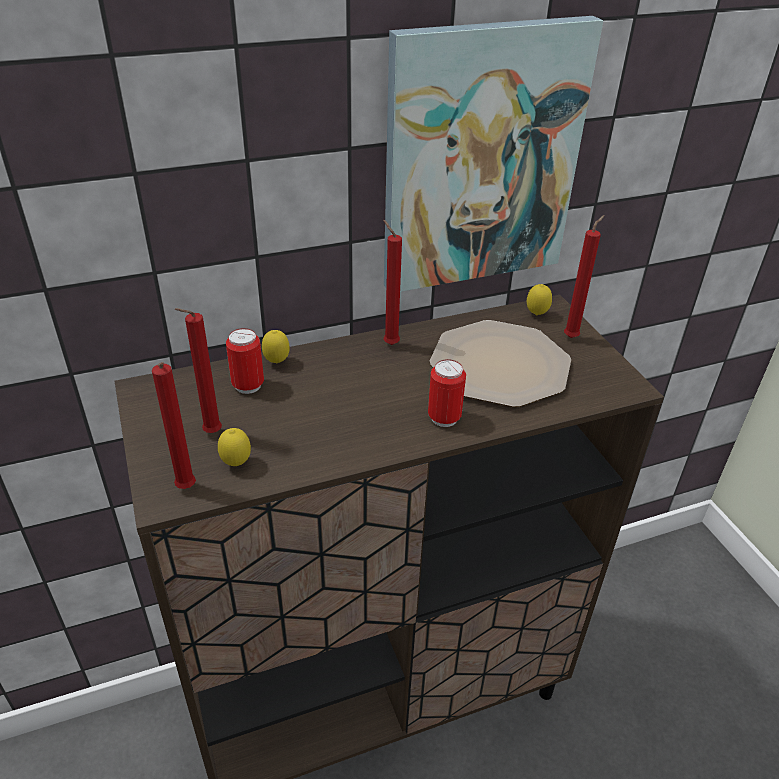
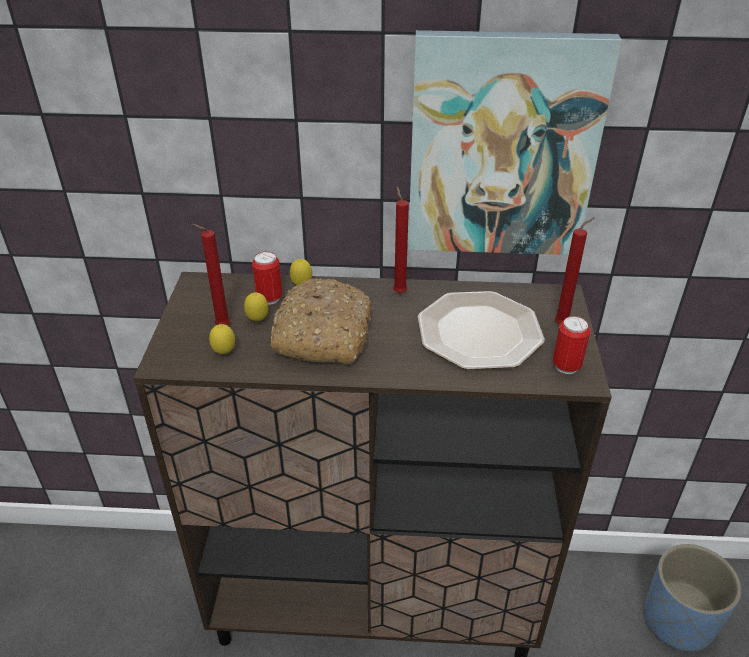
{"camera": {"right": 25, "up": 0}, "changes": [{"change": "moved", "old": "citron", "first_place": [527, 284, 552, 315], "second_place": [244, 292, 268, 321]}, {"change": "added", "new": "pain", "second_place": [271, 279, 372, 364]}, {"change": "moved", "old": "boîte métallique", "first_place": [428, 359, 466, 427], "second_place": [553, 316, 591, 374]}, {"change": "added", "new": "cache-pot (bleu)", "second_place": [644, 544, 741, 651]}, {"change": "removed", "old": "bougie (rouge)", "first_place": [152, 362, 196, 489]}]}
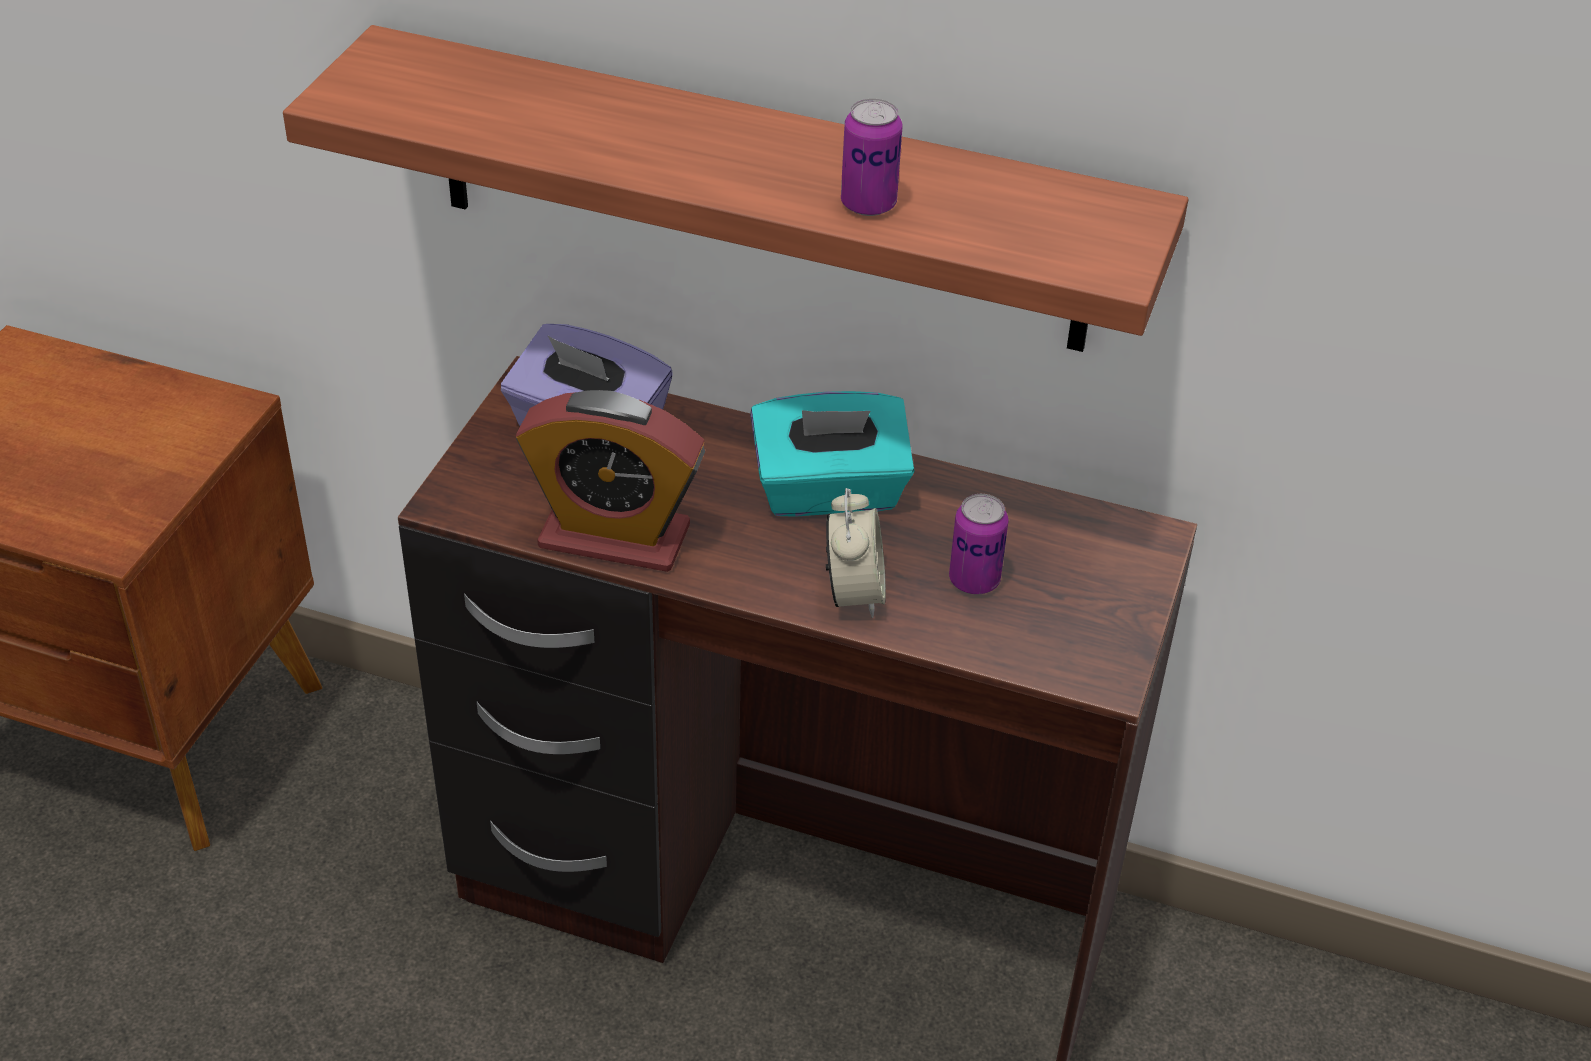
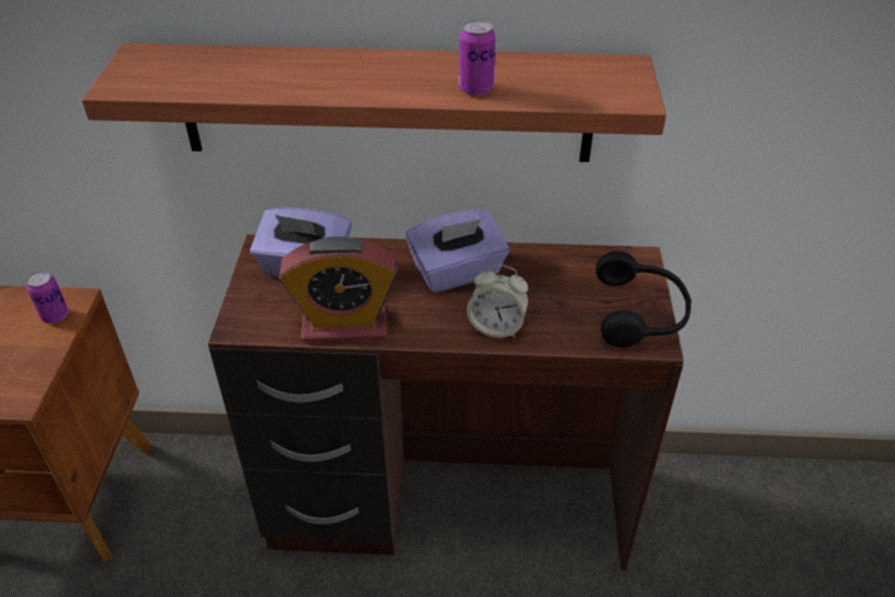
{"camera": {"right": -15, "up": 0}, "changes": [{"change": "moved", "old": "boîte métallique", "first_place": [949, 494, 1009, 594], "second_place": [26, 271, 68, 324]}, {"change": "recoloured", "old": "boîte à mouchoirs (turquoise)", "new": "boîte à mouchoirs (violet)", "first_place": [750, 391, 914, 517], "second_place": [406, 210, 510, 292]}, {"change": "turned", "old": "réveil", "first_place": [826, 488, 886, 618], "second_place": [467, 265, 528, 338], "degrees": 120}, {"change": "added", "new": "casque audio (noir)", "second_place": [596, 251, 692, 347]}]}
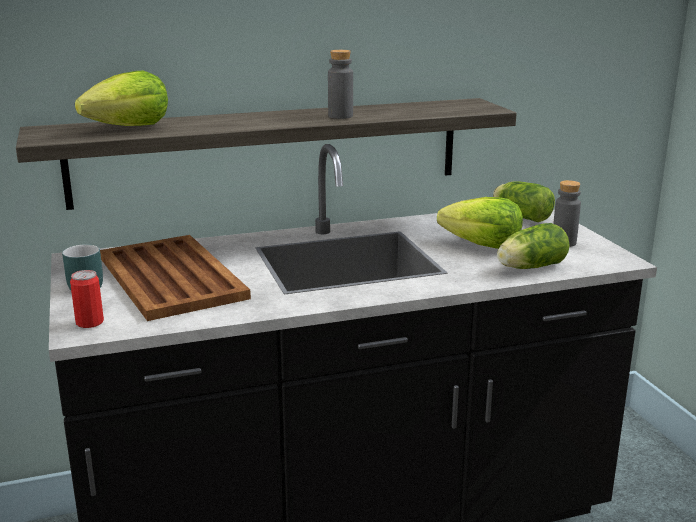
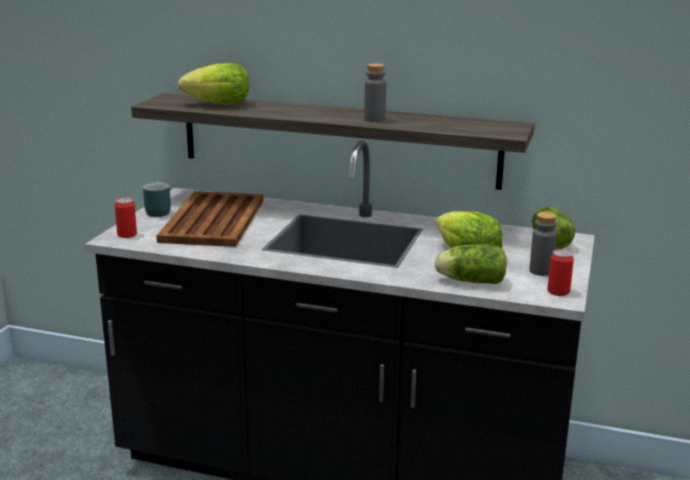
{"camera": {"right": 35, "up": 0}, "changes": [{"change": "added", "new": "boîte métallique", "second_place": [547, 249, 574, 296]}]}
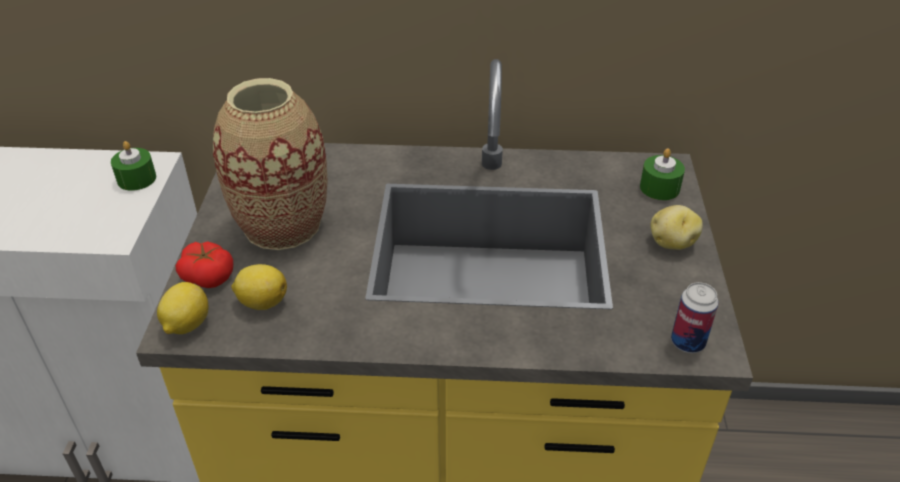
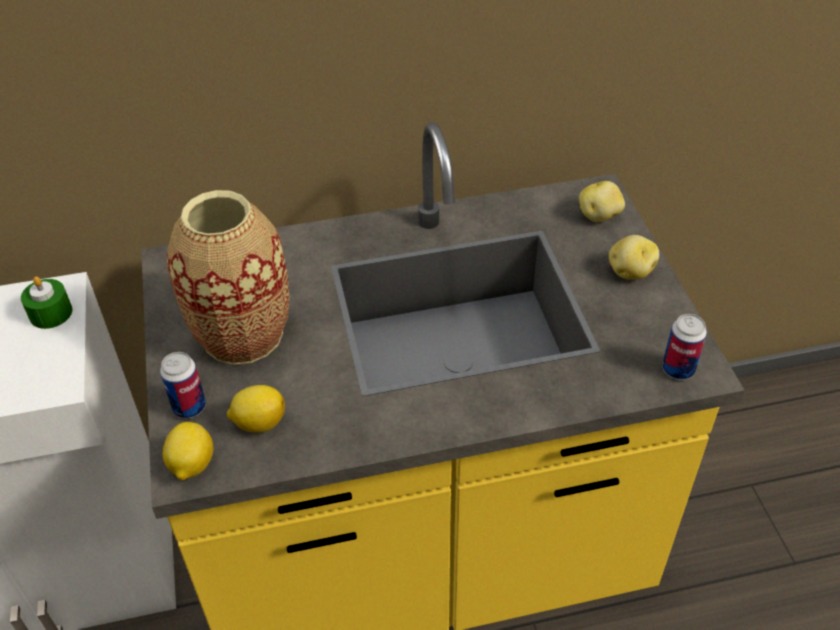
{"camera": {"right": -15, "up": 5}, "changes": [{"change": "replaced", "old": "tomate", "new": "boîte métallique", "first_place": [176, 242, 233, 288], "second_place": [160, 352, 206, 419]}, {"change": "replaced", "old": "bougie (vert)", "new": "pomme de terre", "first_place": [640, 148, 685, 200], "second_place": [579, 181, 625, 222]}]}
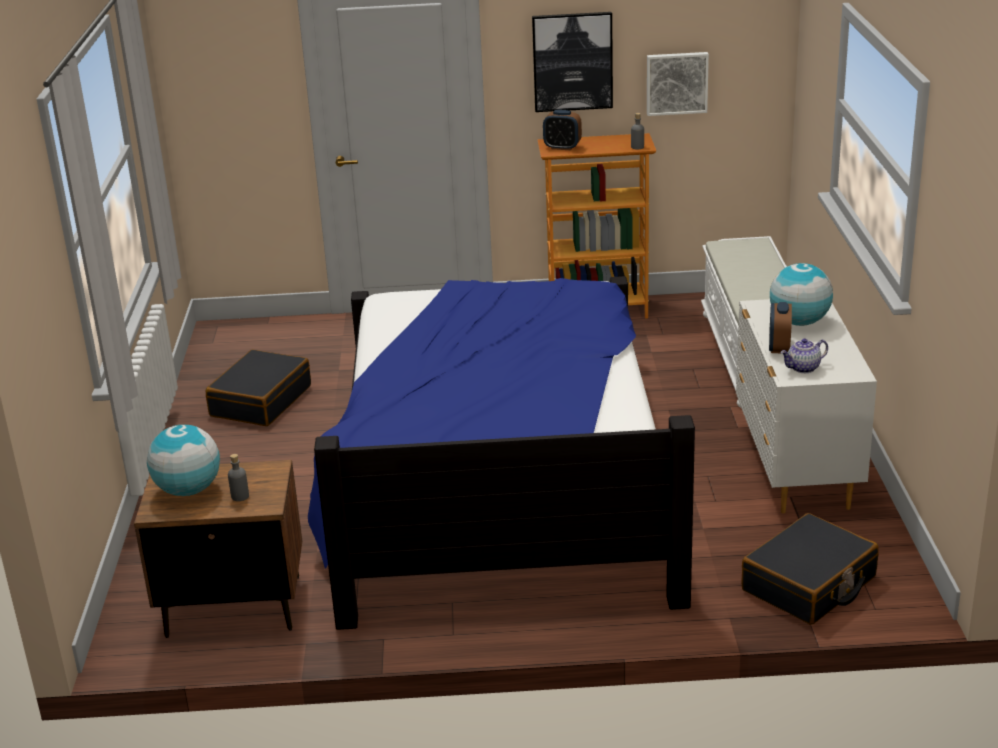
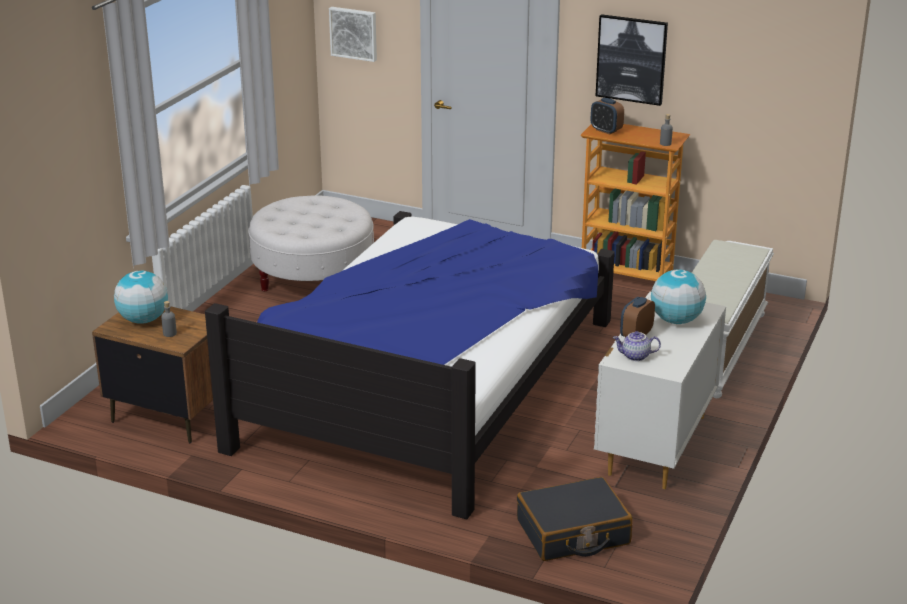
{"camera": {"right": 25, "up": 0}, "changes": [{"change": "replaced", "old": "valise (noir)", "new": "pouf (blanc)", "first_place": [206, 349, 311, 426], "second_place": [248, 195, 374, 291]}, {"change": "moved", "old": "tableau", "first_place": [647, 52, 709, 116], "second_place": [329, 7, 377, 62]}]}
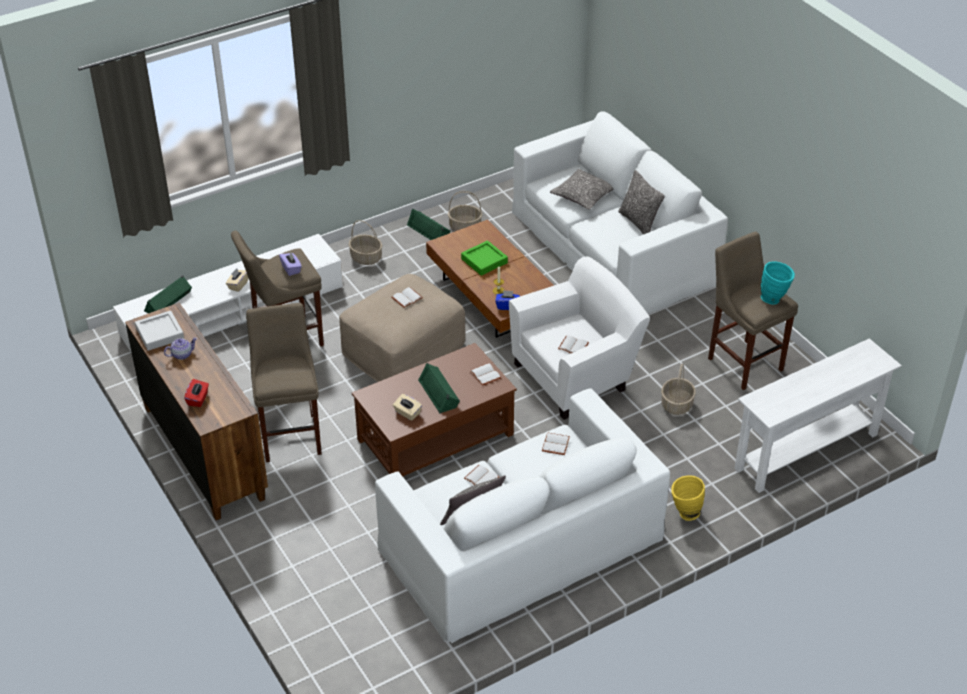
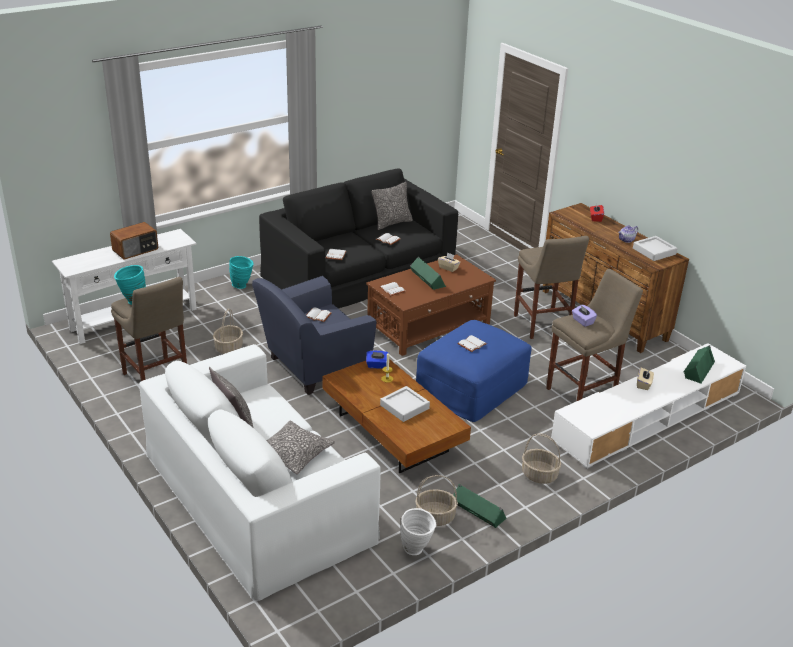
{"camera": {"right": 175, "up": -10}, "changes": [{"change": "added", "new": "radio", "second_place": [110, 222, 158, 259]}, {"change": "recoloured", "old": "vase (jaune)", "new": "vase (turquoise)", "first_place": [671, 476, 705, 521], "second_place": [229, 256, 253, 289]}, {"change": "recoloured", "old": "fauteuil (blanc)", "new": "fauteuil (bleu)", "first_place": [509, 257, 650, 420], "second_place": [252, 276, 376, 395]}, {"change": "recoloured", "old": "canapé (blanc)", "new": "canapé (noir)", "first_place": [375, 388, 670, 644], "second_place": [259, 169, 458, 308]}, {"change": "recoloured", "old": "plateau (vert)", "new": "plateau (gris)", "first_place": [461, 241, 508, 276], "second_place": [380, 386, 430, 422]}, {"change": "added", "new": "vase (blanc)", "second_place": [400, 508, 437, 555]}, {"change": "recoloured", "old": "pouf (beige)", "new": "pouf (bleu)", "first_place": [339, 274, 465, 382], "second_place": [416, 320, 532, 422]}]}
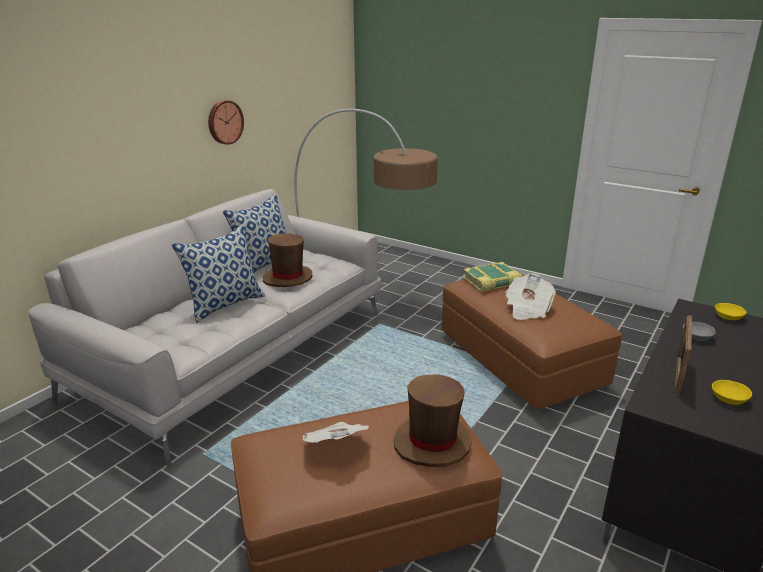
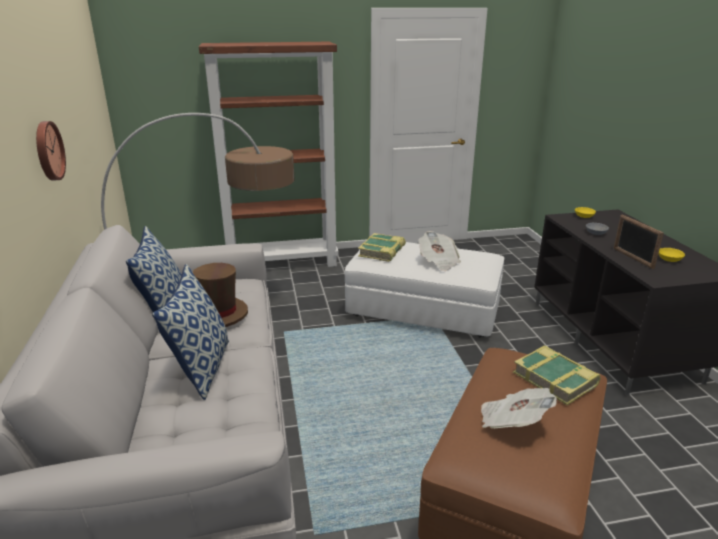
{"camera": {"right": -45, "up": 0}, "changes": [{"change": "added", "new": "bibliothèque (marron)", "second_place": [199, 42, 339, 267]}, {"change": "recoloured", "old": "pouf (marron)", "new": "pouf (blanc)", "first_place": [442, 273, 622, 409], "second_place": [345, 242, 504, 337]}, {"change": "replaced", "old": "chapeau (marron)", "new": "livre", "first_place": [394, 375, 472, 467], "second_place": [513, 345, 601, 405]}]}
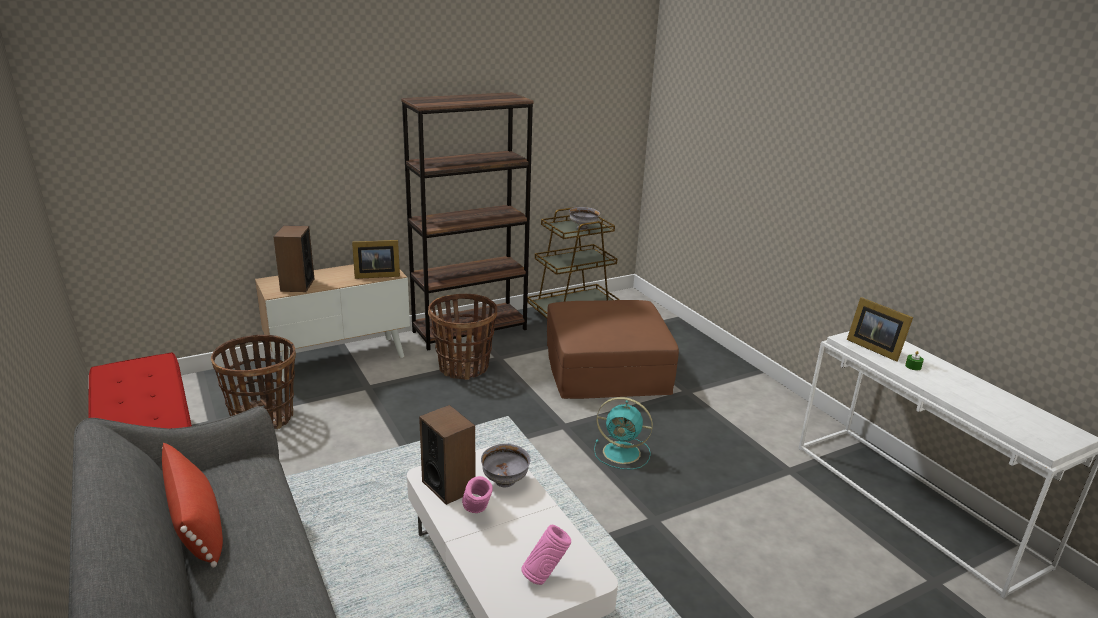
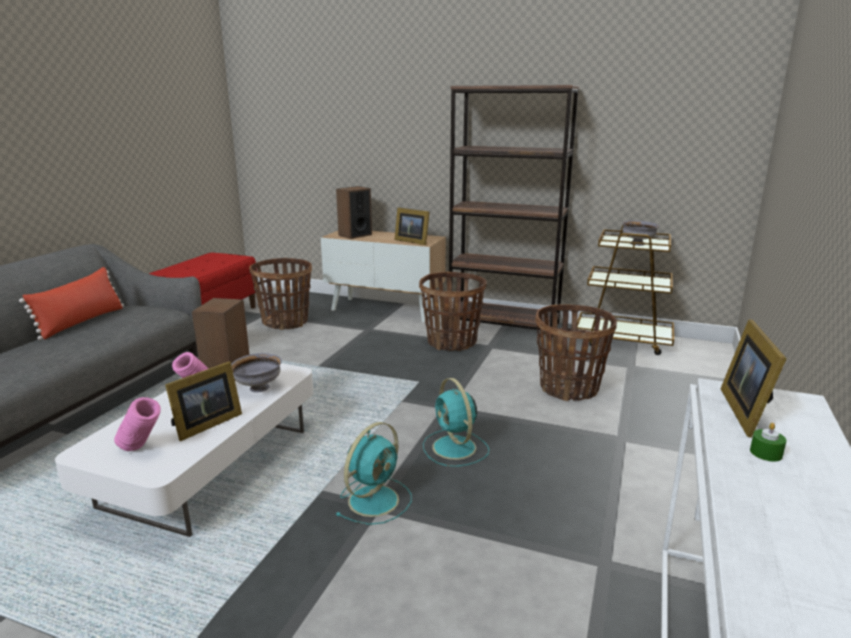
{"camera": {"right": 50, "up": -5}, "changes": [{"change": "added", "new": "cadre photo", "second_place": [165, 361, 242, 441]}, {"change": "added", "new": "ventilateur (turquoise)", "second_place": [335, 422, 411, 525]}, {"change": "replaced", "old": "pouf (marron)", "new": "panier", "first_place": [547, 300, 679, 399], "second_place": [535, 304, 617, 401]}]}
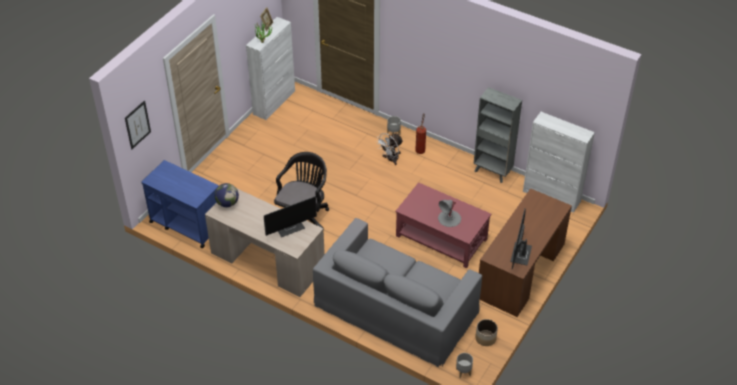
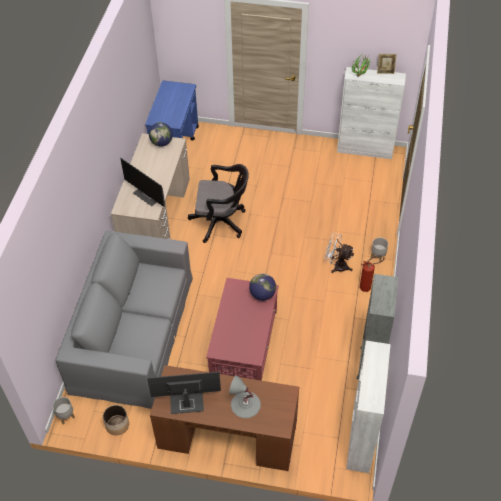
{"camera": {"right": 70, "up": 5}, "changes": [{"change": "moved", "old": "lampe de table (gris)", "first_place": [438, 200, 461, 227], "second_place": [229, 375, 261, 418]}, {"change": "added", "new": "globe", "second_place": [249, 274, 276, 301]}, {"change": "removed", "old": "tableau", "first_place": [125, 100, 151, 149]}]}
